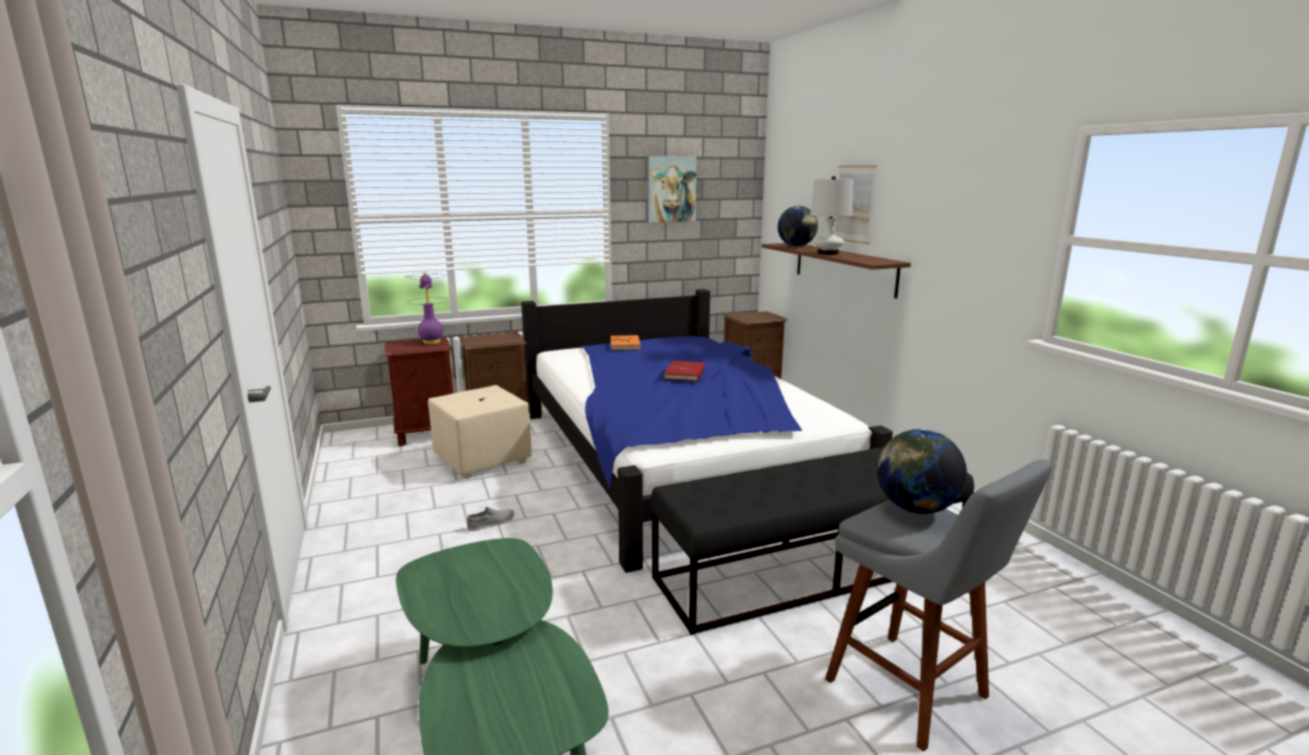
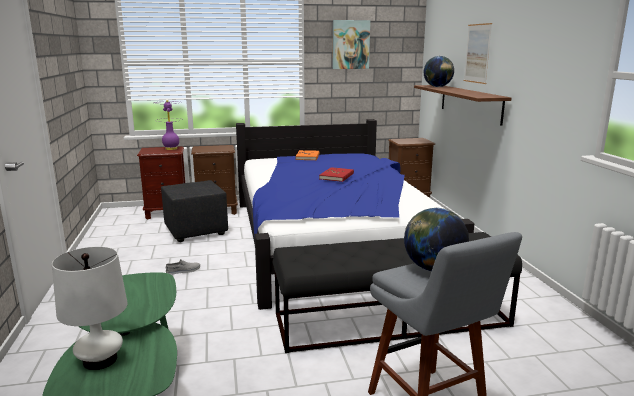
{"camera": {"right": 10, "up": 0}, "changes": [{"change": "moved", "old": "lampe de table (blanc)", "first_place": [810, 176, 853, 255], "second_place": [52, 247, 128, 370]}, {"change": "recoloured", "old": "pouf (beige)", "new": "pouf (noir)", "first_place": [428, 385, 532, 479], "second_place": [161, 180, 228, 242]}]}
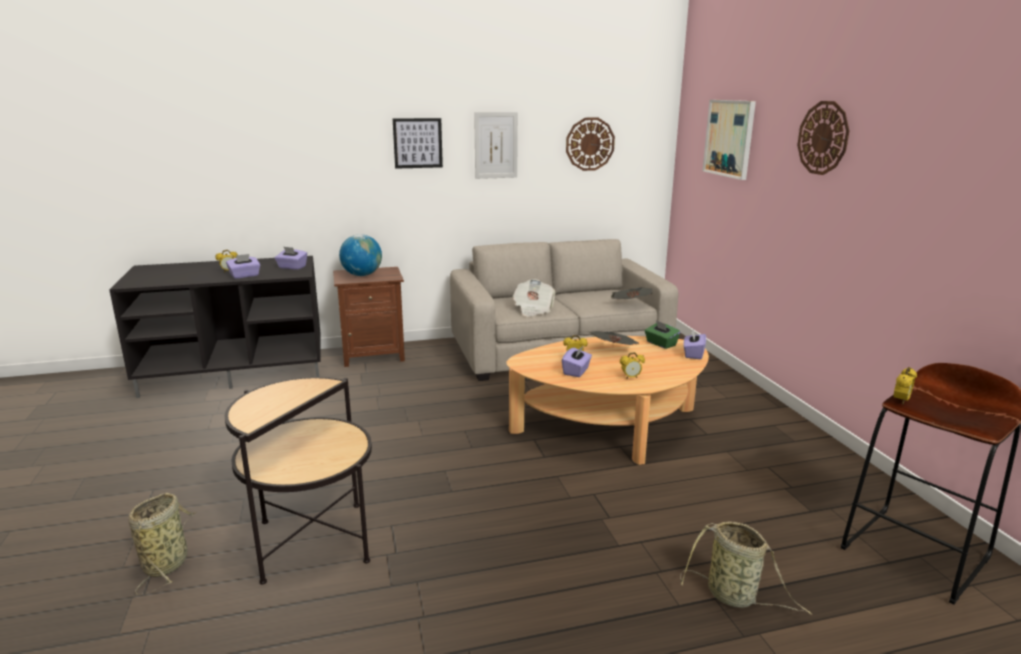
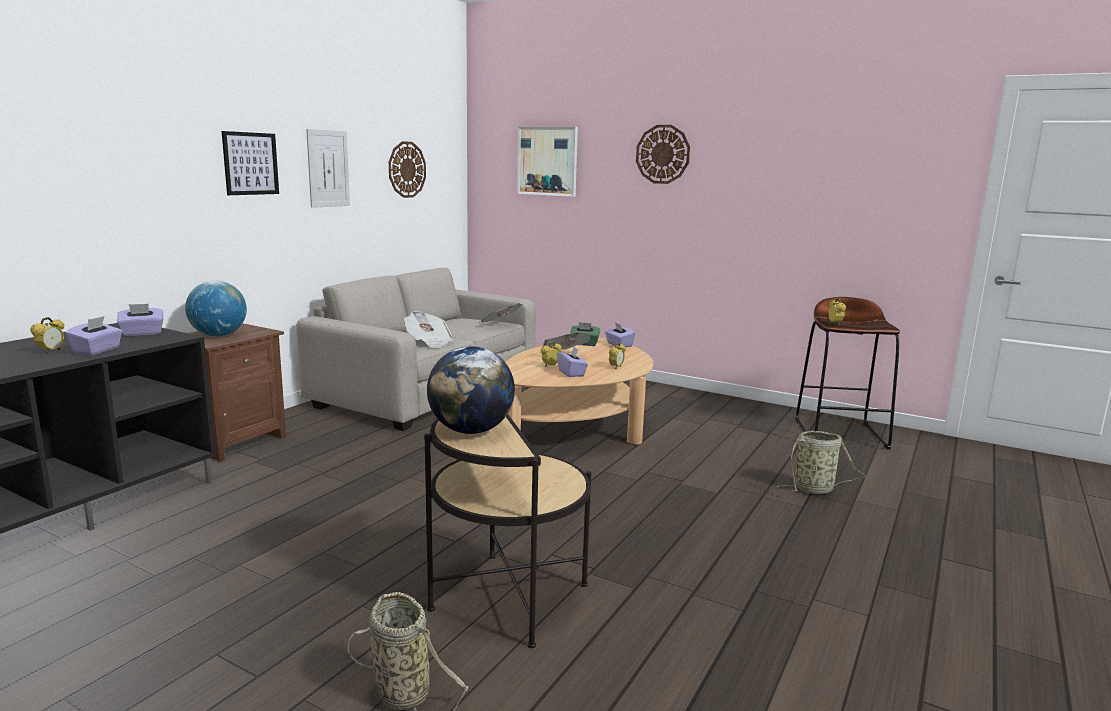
{"camera": {"right": -45, "up": -5}, "changes": [{"change": "added", "new": "globe", "second_place": [427, 346, 515, 434]}]}
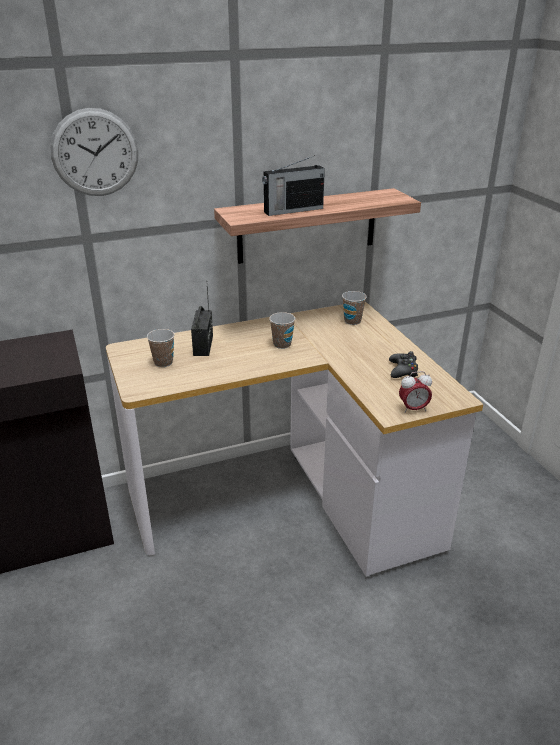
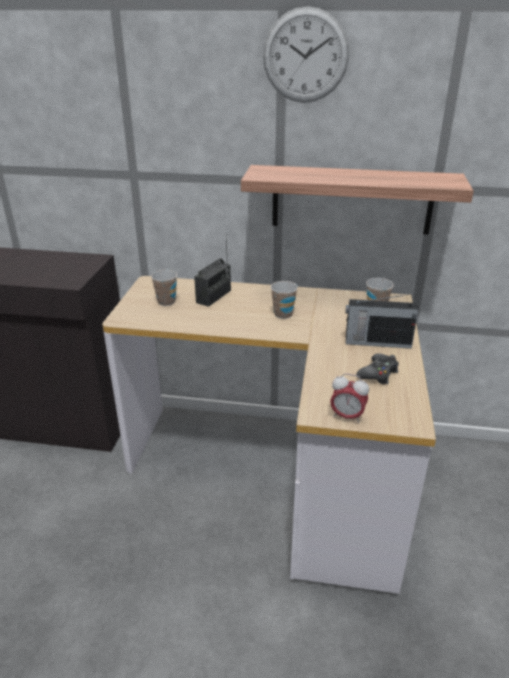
{"camera": {"right": 30, "up": 0}, "changes": [{"change": "moved", "old": "horloge murale", "first_place": [50, 108, 138, 196], "second_place": [263, 6, 349, 103]}, {"change": "moved", "old": "radio", "first_place": [262, 156, 325, 216], "second_place": [346, 294, 418, 349]}]}
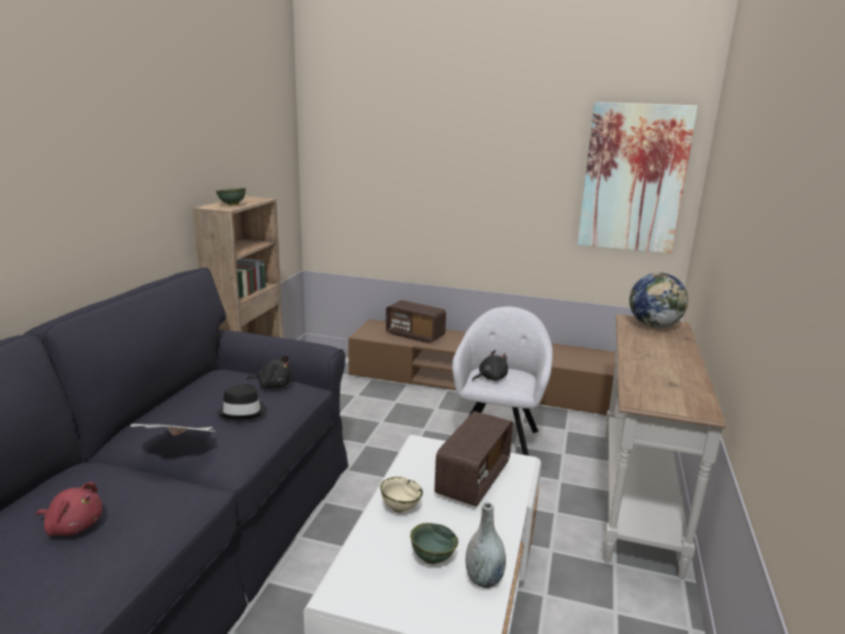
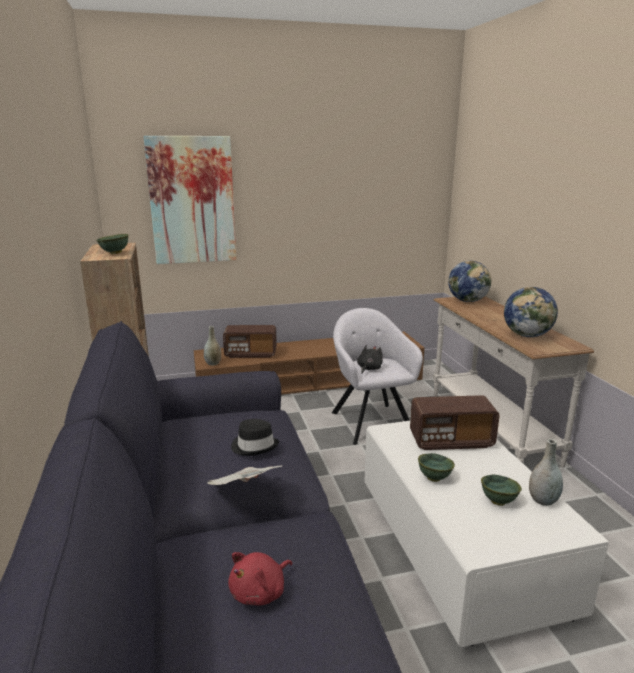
{"camera": {"right": -30, "up": 0}, "changes": [{"change": "moved", "old": "tableau", "first_place": [577, 102, 698, 254], "second_place": [144, 136, 237, 264]}, {"change": "added", "new": "vase (gris)", "second_place": [204, 326, 221, 365]}, {"change": "turned", "old": "peluche (rouge)", "first_place": [36, 482, 103, 536], "second_place": [228, 552, 292, 605], "degrees": 150}, {"change": "turned", "old": "radio", "first_place": [434, 411, 513, 506], "second_place": [410, 395, 500, 450], "degrees": 90}, {"change": "recoloured", "old": "bol (beige)", "new": "bol (vert)", "first_place": [380, 477, 423, 513], "second_place": [418, 453, 455, 482]}, {"change": "added", "new": "globe", "second_place": [504, 287, 558, 337]}, {"change": "removed", "old": "peluche (noir)", "first_place": [247, 355, 293, 388]}]}
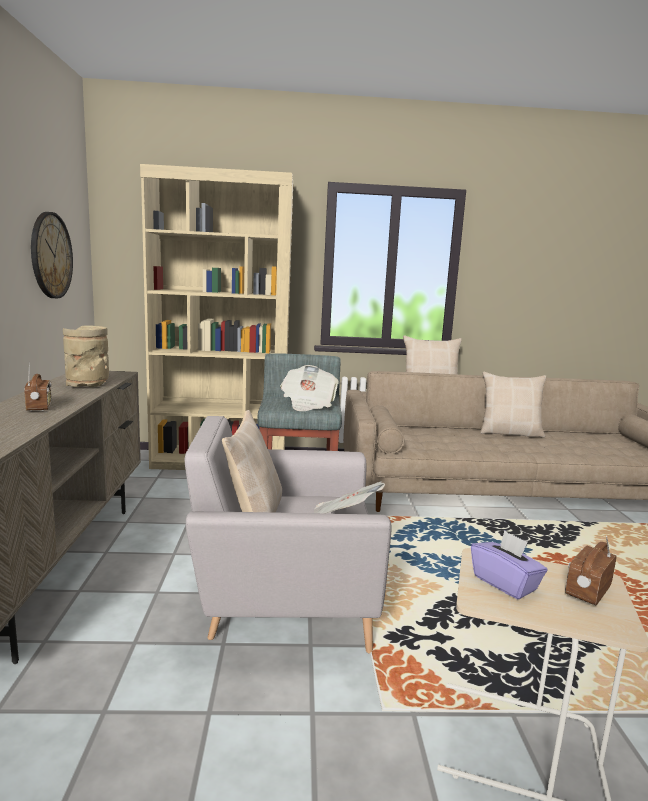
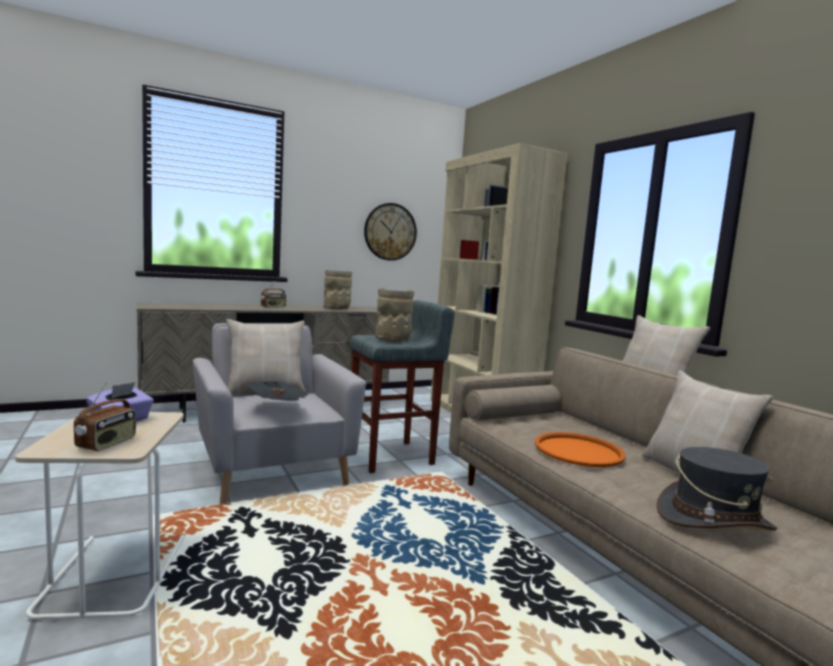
{"camera": {"right": 65, "up": -5}, "changes": [{"change": "turned", "old": "radio", "first_place": [565, 536, 617, 605], "second_place": [74, 382, 136, 451], "degrees": 90}, {"change": "replaced", "old": "journal", "new": "vase (beige)", "first_place": [280, 365, 339, 411], "second_place": [376, 288, 414, 342]}, {"change": "added", "new": "plateau (orange)", "second_place": [535, 432, 626, 467]}, {"change": "added", "new": "chapeau (gris)", "second_place": [656, 447, 777, 531]}]}
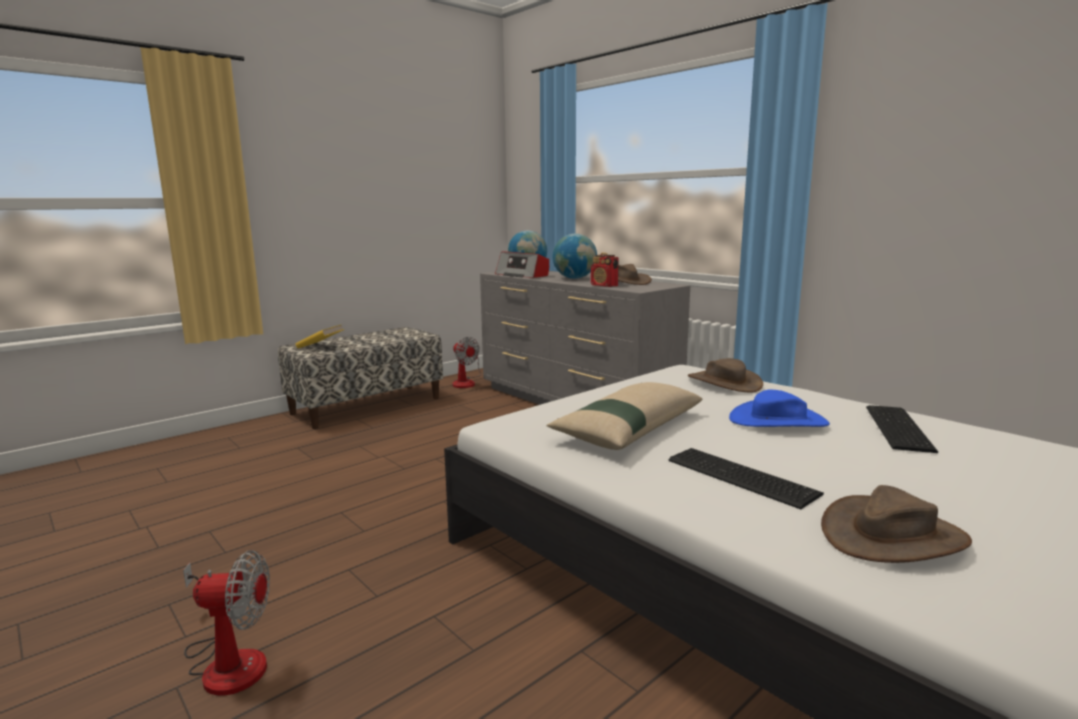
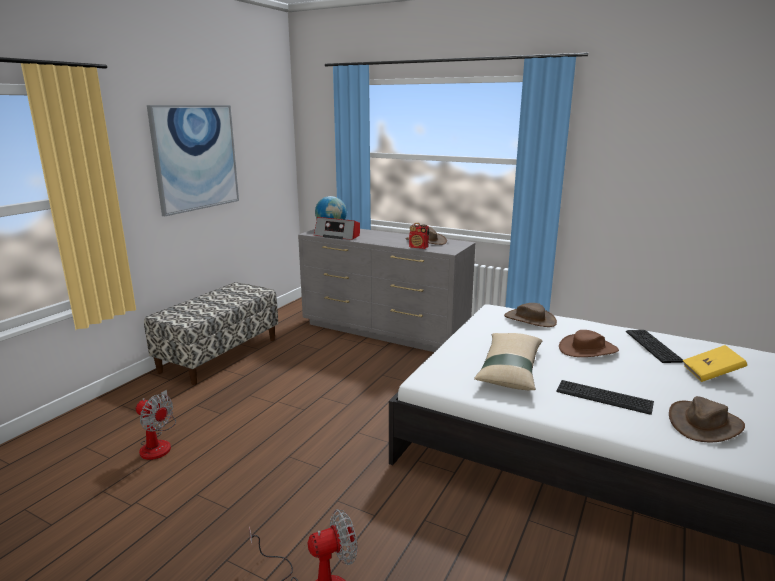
{"camera": {"right": -20, "up": 5}, "changes": [{"change": "moved", "old": "ventilateur", "first_place": [452, 337, 482, 388], "second_place": [136, 390, 176, 460]}, {"change": "added", "new": "tableau", "second_place": [147, 105, 239, 216]}, {"change": "recoloured", "old": "chapeau (bleu)", "new": "chapeau (marron)", "first_place": [729, 389, 830, 427], "second_place": [559, 330, 619, 357]}, {"change": "moved", "old": "livre (jaune)", "first_place": [295, 324, 344, 348], "second_place": [682, 345, 747, 382]}, {"change": "removed", "old": "globe", "first_place": [553, 234, 597, 279]}]}
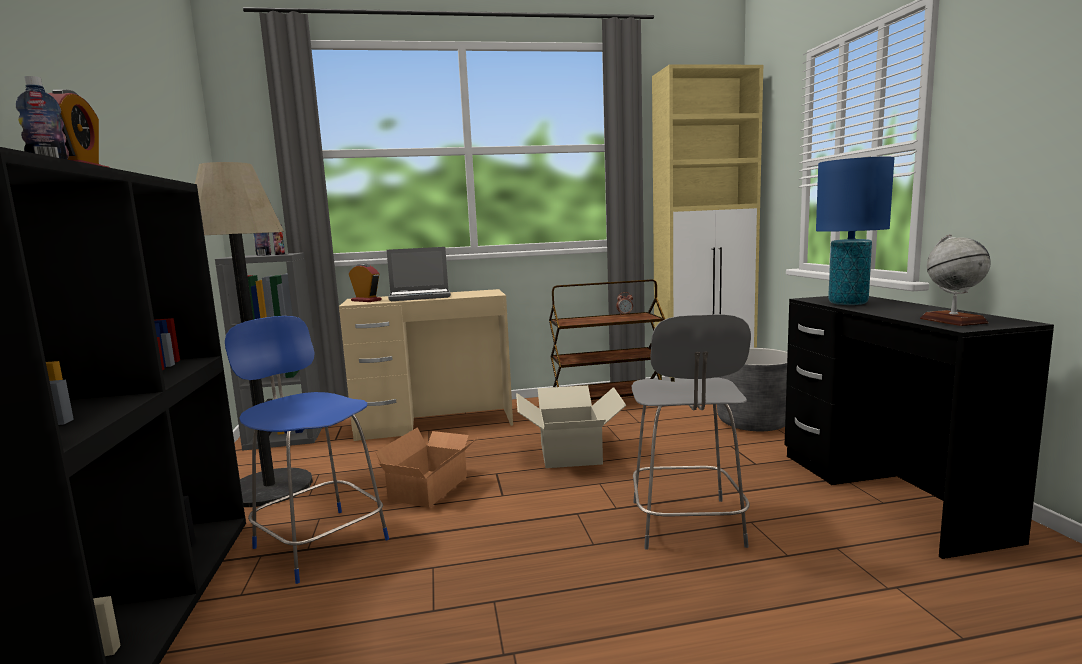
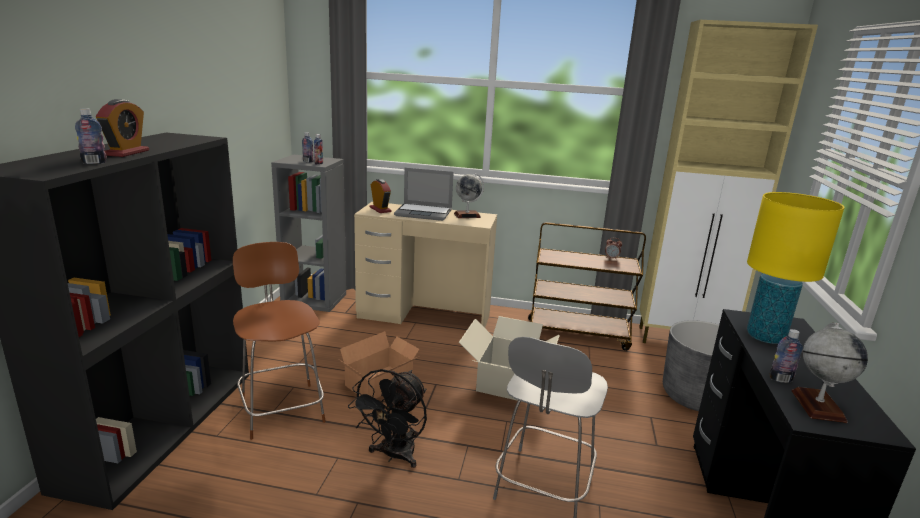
{"camera": {"right": 20, "up": 10}, "changes": [{"change": "recoloured", "old": "chaise (bleu)", "new": "chaise (marron)", "first_place": [225, 316, 389, 584], "second_place": [233, 242, 326, 440]}, {"change": "added", "new": "ventilateur (noir)", "second_place": [348, 369, 427, 468]}, {"change": "added", "new": "globe", "second_place": [454, 173, 484, 218]}, {"change": "recoloured", "old": "lampe de table (bleu)", "new": "lampe de table (jaune)", "first_place": [816, 156, 894, 305], "second_place": [747, 192, 845, 344]}, {"change": "added", "new": "bouteille", "second_place": [770, 329, 803, 383]}, {"change": "removed", "old": "lampadaire", "first_place": [195, 162, 313, 507]}]}
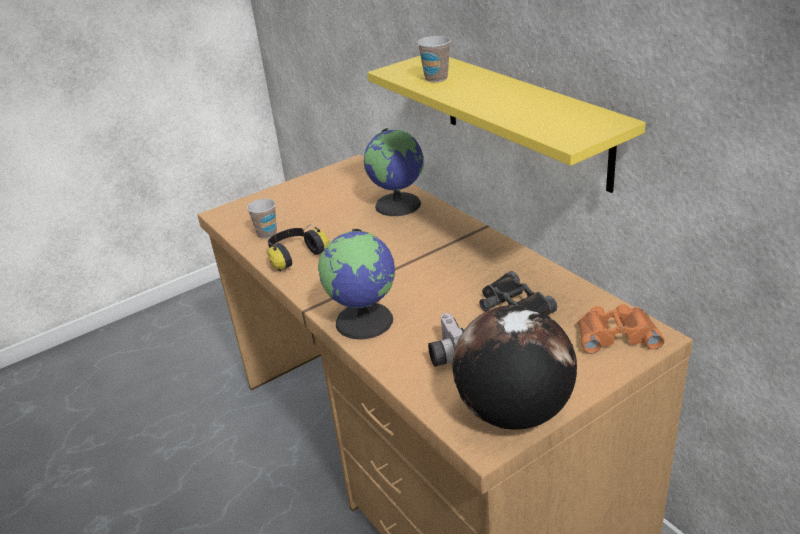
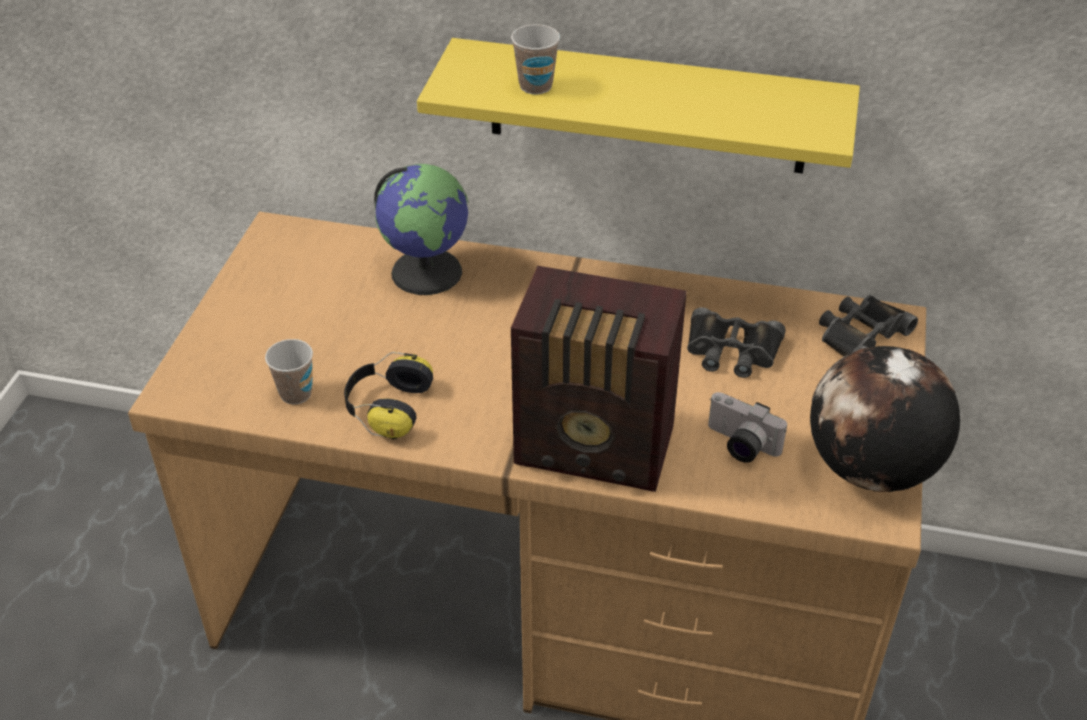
{"camera": {"right": -45, "up": 10}, "changes": [{"change": "replaced", "old": "globe", "new": "radio", "first_place": [318, 229, 395, 339], "second_place": [511, 266, 687, 492]}, {"change": "recoloured", "old": "jumelles (orange)", "new": "jumelles (noir)", "first_place": [578, 304, 665, 354], "second_place": [819, 295, 918, 356]}]}
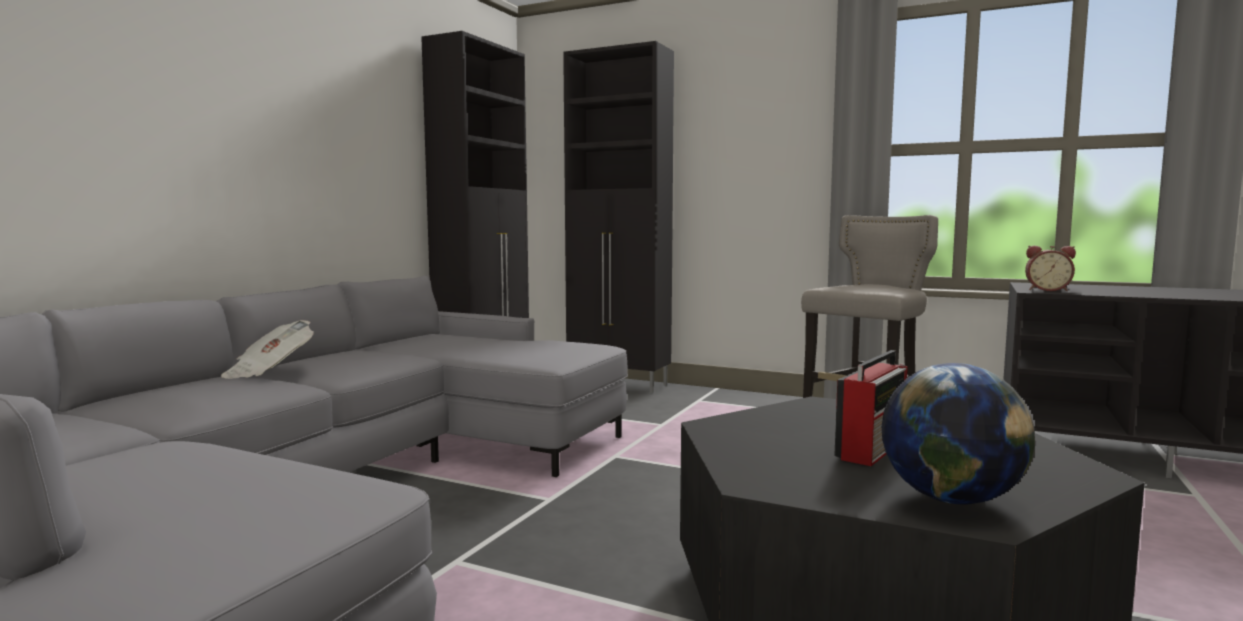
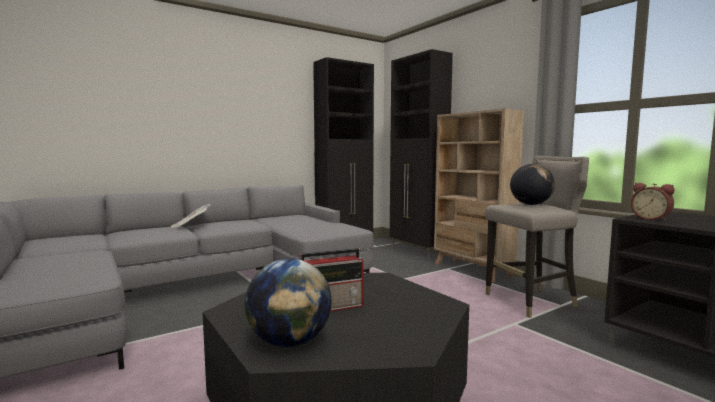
{"camera": {"right": 30, "up": 0}, "changes": [{"change": "added", "new": "bibliothèque (beige)", "second_place": [434, 109, 524, 283]}, {"change": "added", "new": "globe", "second_place": [510, 164, 555, 205]}]}
